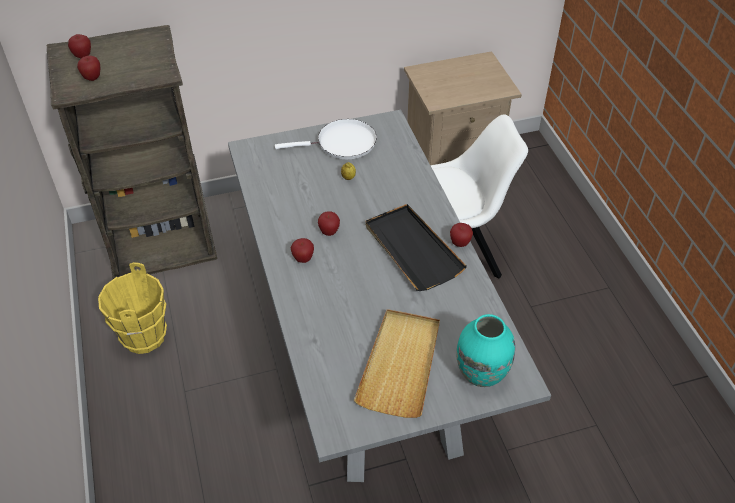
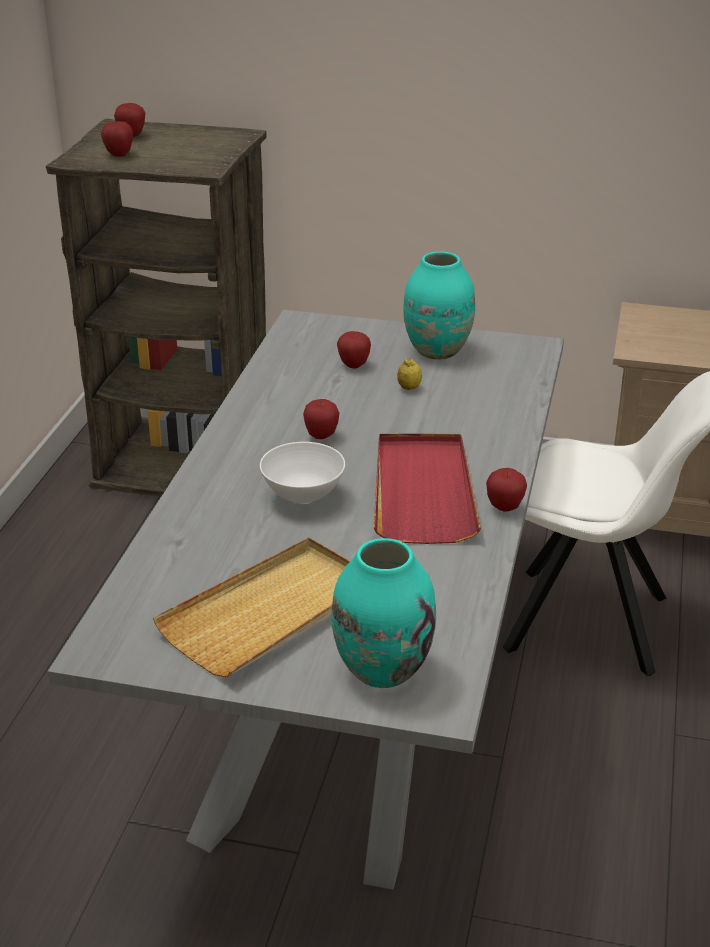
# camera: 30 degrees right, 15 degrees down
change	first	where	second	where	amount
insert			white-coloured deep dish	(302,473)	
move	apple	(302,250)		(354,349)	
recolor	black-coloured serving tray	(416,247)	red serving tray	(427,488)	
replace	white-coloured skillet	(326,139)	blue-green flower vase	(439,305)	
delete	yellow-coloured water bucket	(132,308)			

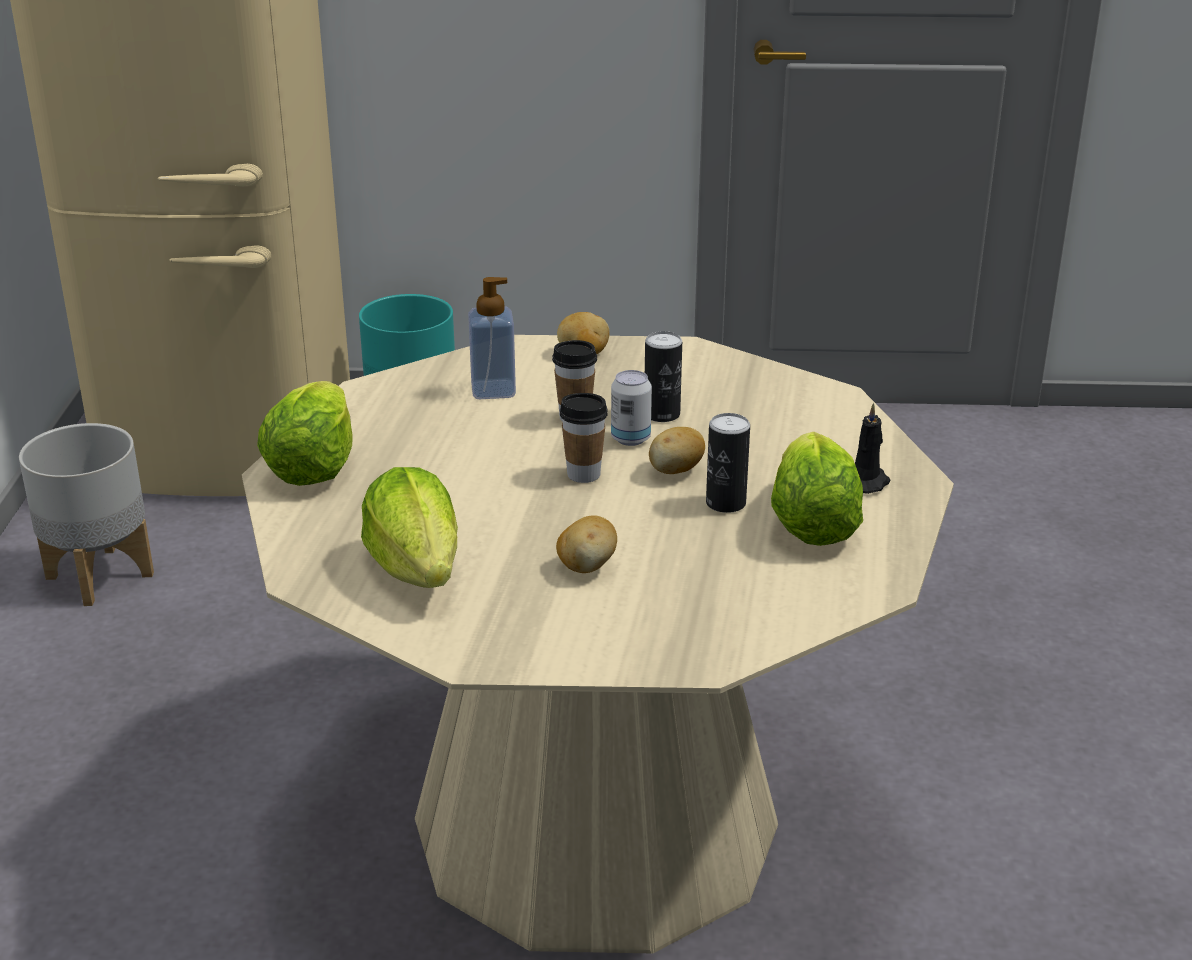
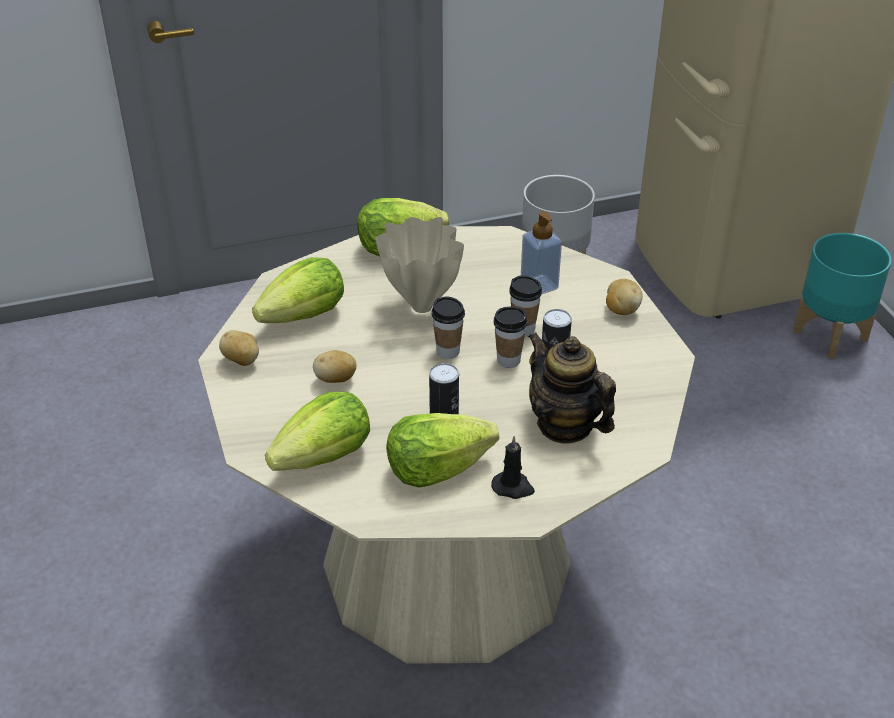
# camera: 70 degrees right, 10 degrees up
change	first	where	second	where	amount
move	spud	(677,450)		(239,348)	
insert			lettuce head	(317,431)	
insert			beige-coloured flower vase	(419,265)	
replace	metal can	(631,408)	small cup	(511,337)	
insert			pot for tea	(572,388)	

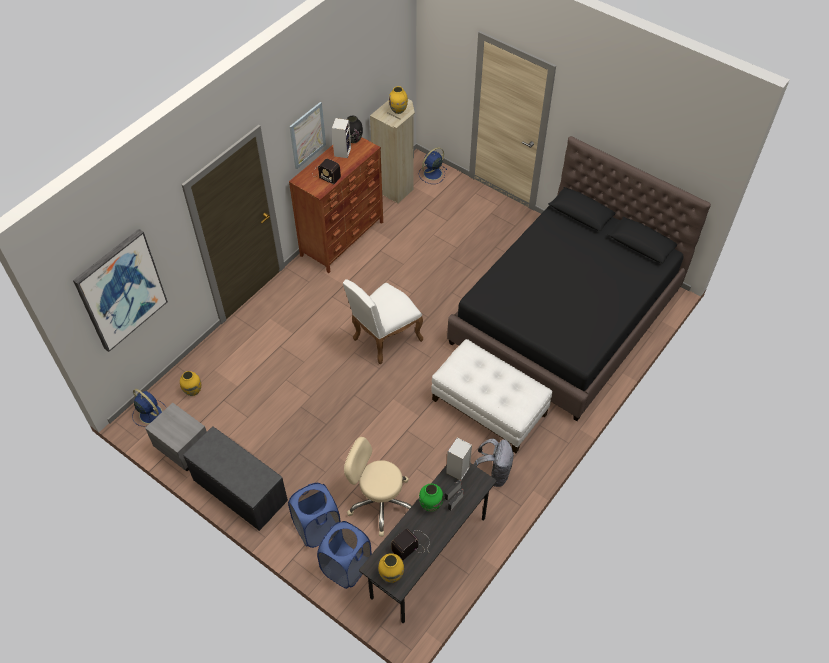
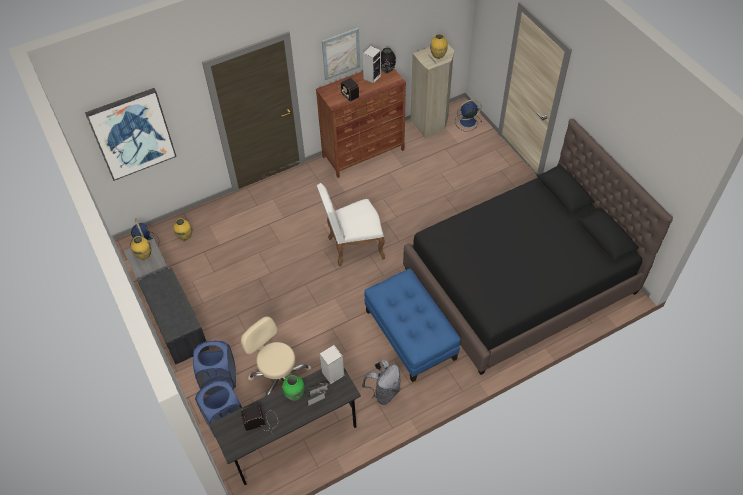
# camera: 25 degrees right, 0 degrees up
change	first	where	second	where	amount
move	yellow-coloured flower vase	(391,568)		(141,248)	
recolor	white-coloured ottoman	(491,396)	blue ottoman	(412,325)	

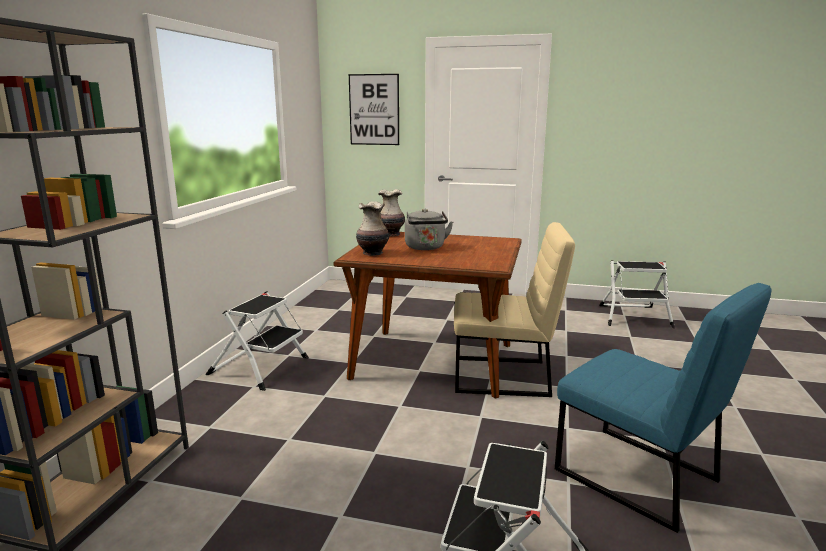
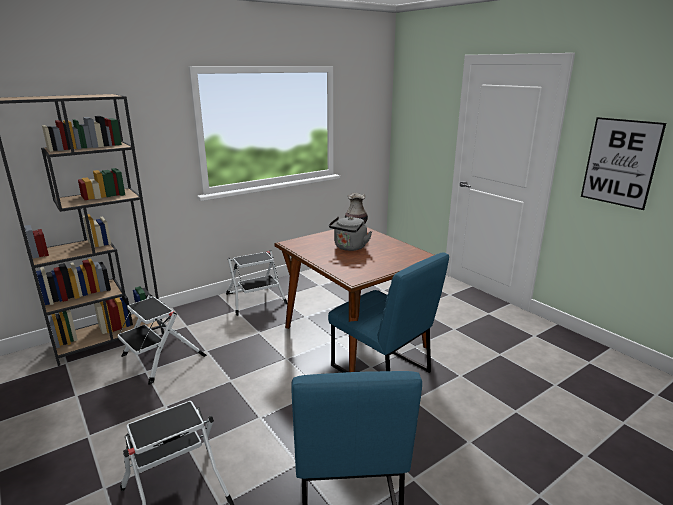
# camera: 40 degrees right, 5 degrees up
change	first	where	second	where	amount
move	step ladder	(637,294)		(162,339)	
recolor	beige-coloured plain chair	(514,309)	blue plain chair	(388,312)	
move	wall picture	(374,109)		(623,163)	
delete	flower vase	(372,228)			

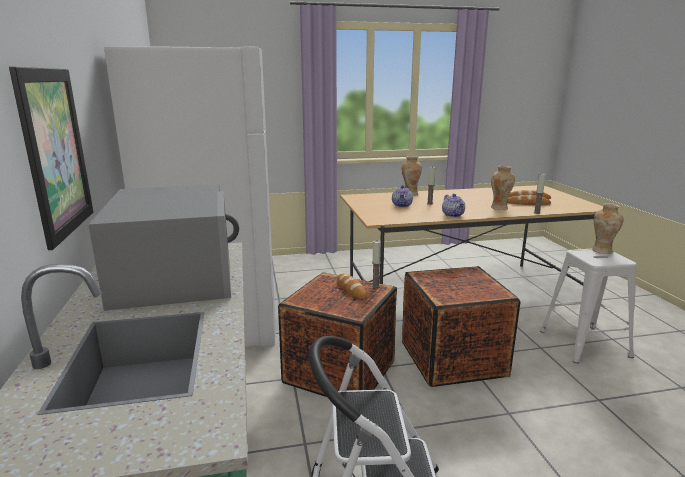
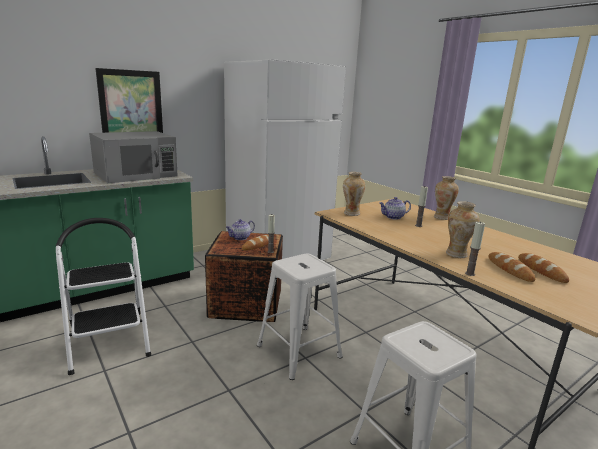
# camera: 65 degrees right, 0 degrees up
change	first	where	second	where	amount
move	pot for tea	(453,205)		(240,229)	
replace	packing crate	(461,326)	white-coloured stool	(300,317)	
move	flower vase	(607,228)		(354,194)	

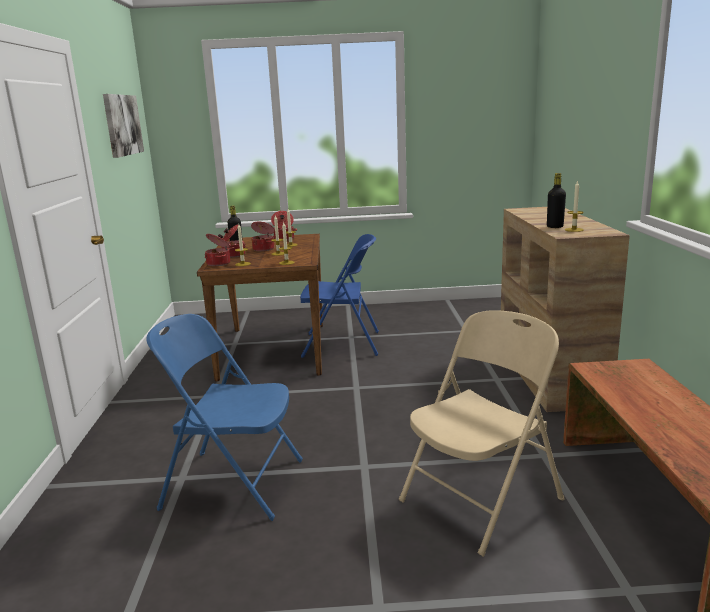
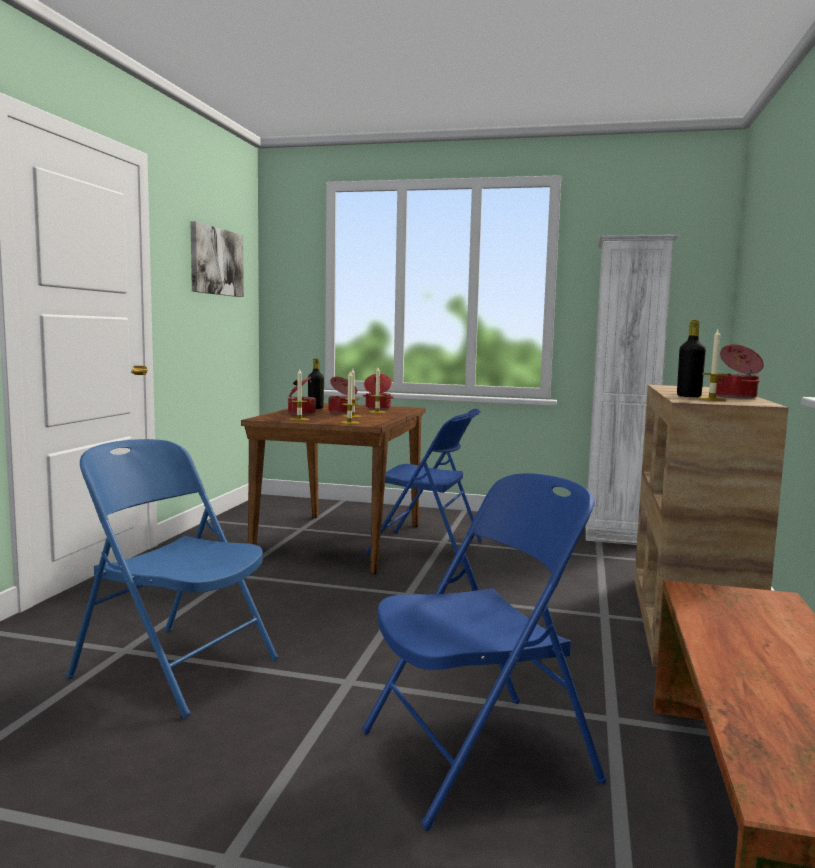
# camera: 15 degrees right, 10 degrees down
change	first	where	second	where	amount
recolor	beige-coloured plain chair	(481,433)	blue plain chair	(484,652)	
insert			white-coloured storage cabinet	(632,390)	
move	saucepot	(217,250)		(740,371)	

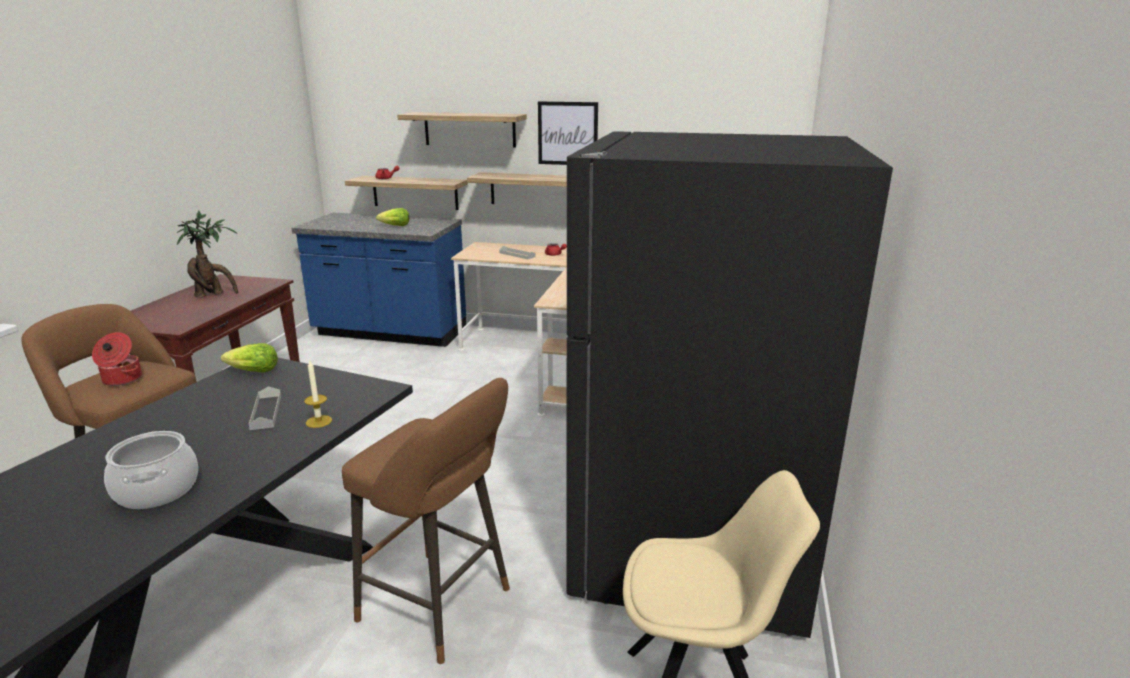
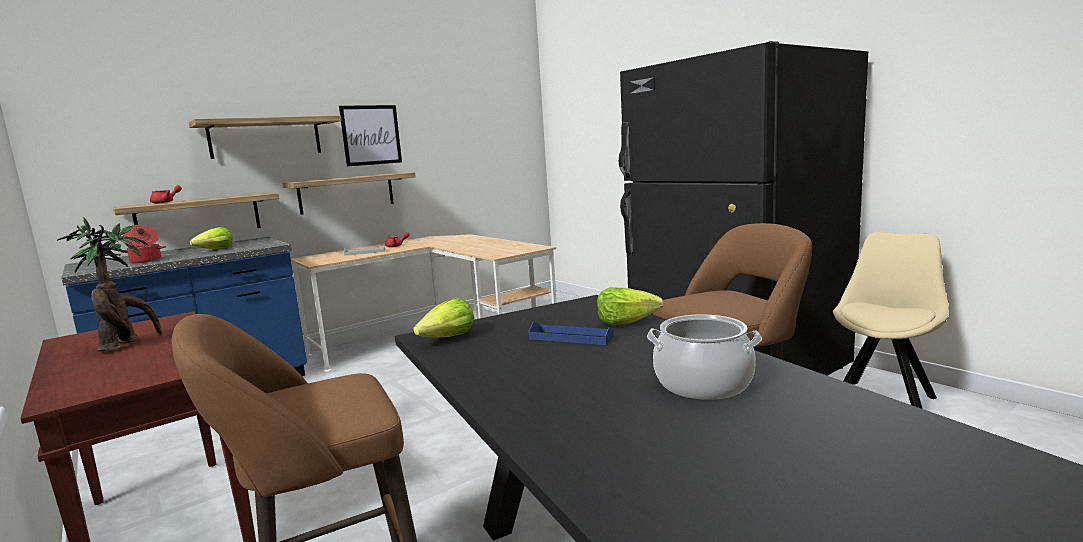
# camera: 50 degrees left, 10 degrees down
change	first	where	second	where	amount
move	saucepot	(117,359)		(143,244)	
recolor	gray serving tray	(264,408)	blue serving tray	(571,333)	
replace	wax candle	(318,393)	lettuce head	(630,306)	

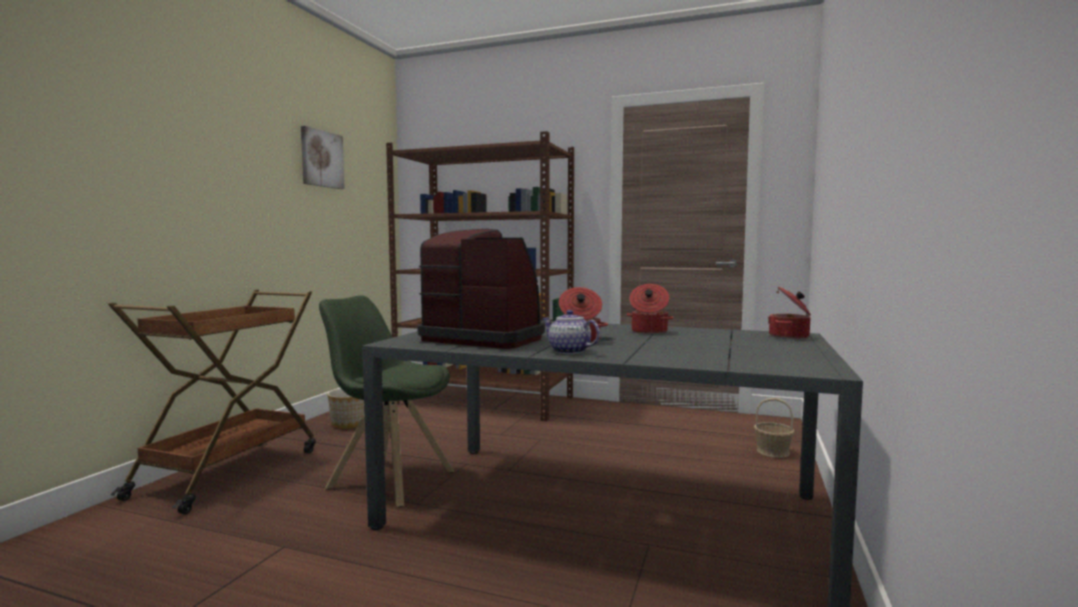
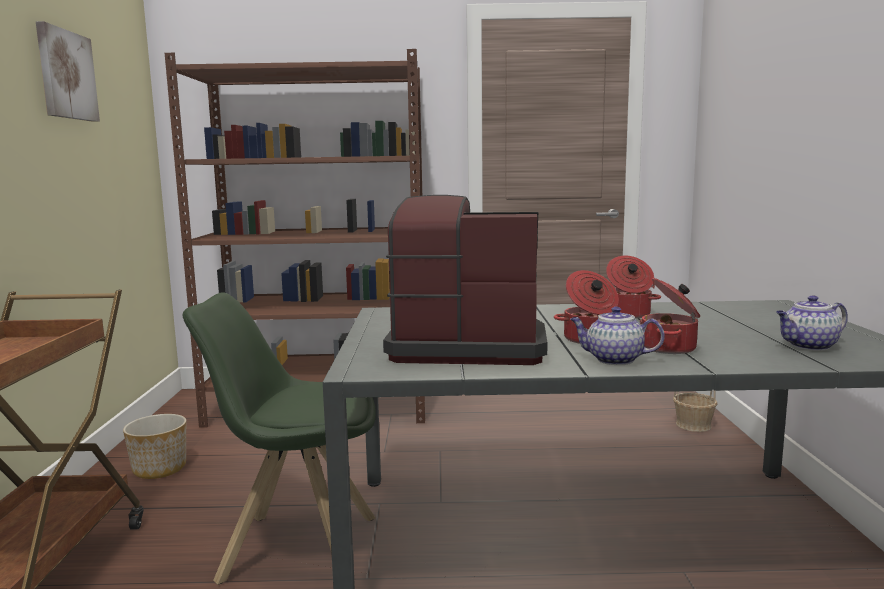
# camera: 20 degrees left, 5 degrees up
change	first	where	second	where	amount
move	saucepot	(789,312)		(670,316)	
insert			pot for tea	(812,323)	

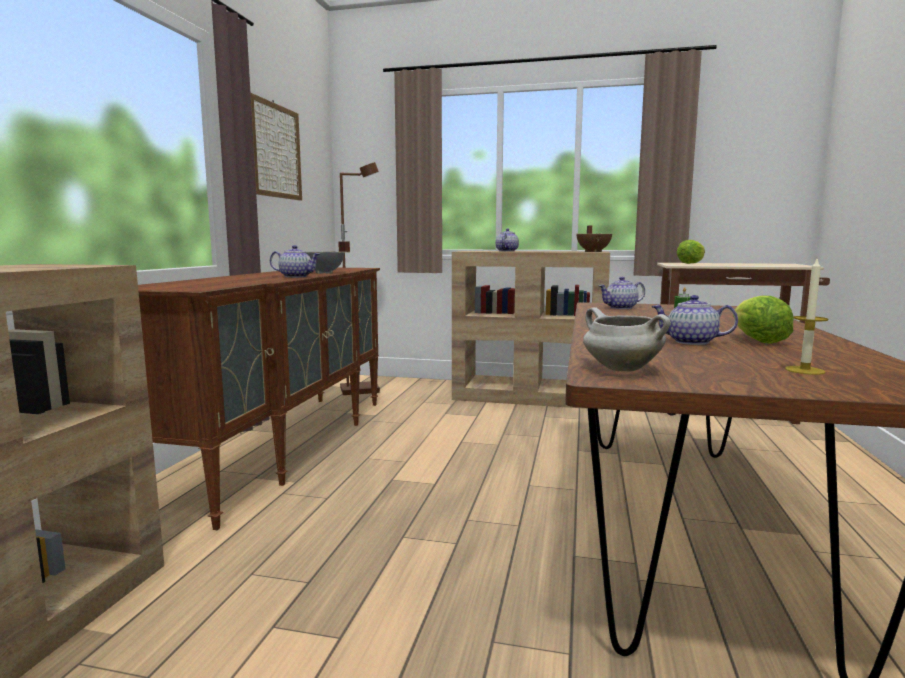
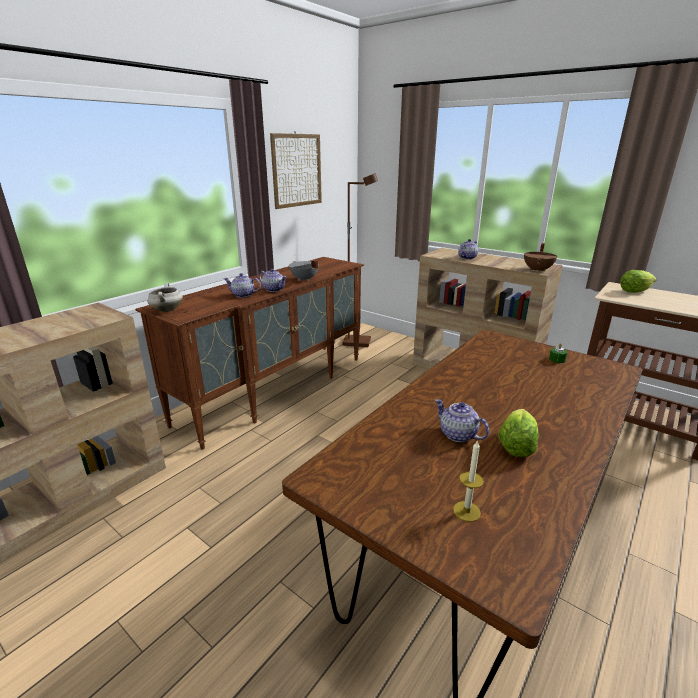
# camera: 25 degrees right, 15 degrees up
change	first	where	second	where	amount
move	white-coloured saucepot	(626,339)		(165,297)	
move	pot for tea	(621,293)		(242,285)	

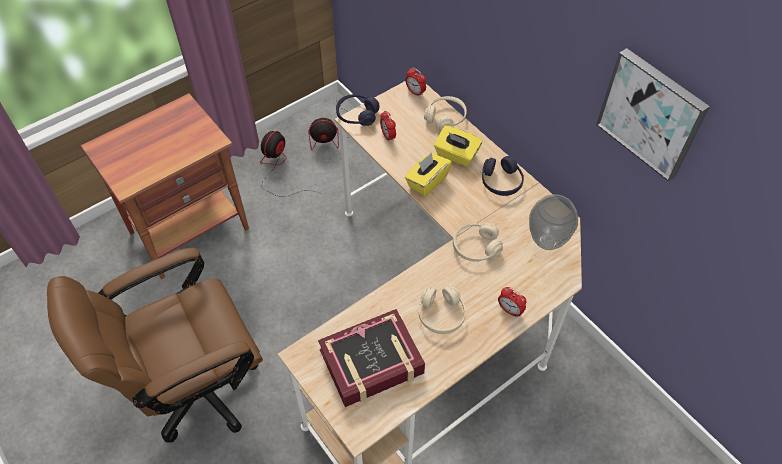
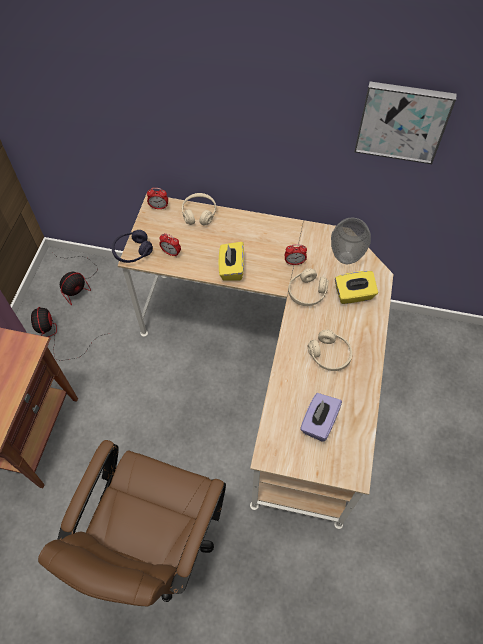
# camera: 40 degrees left, 5 degrees up
change	first	where	second	where	amount
move	bedside clock	(512,302)		(296,254)	
replace	book	(371,358)	purple tissue box	(321,417)	
move	yellow-coloured tissue box	(458,146)		(356,287)	
delete	purple headset	(503,176)			

